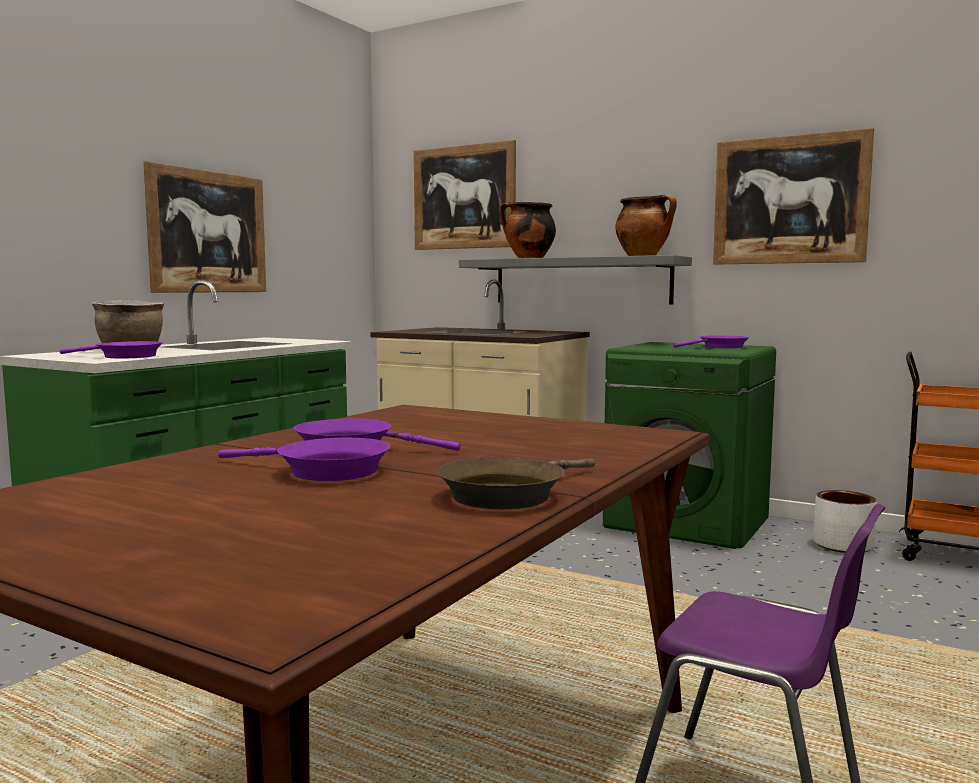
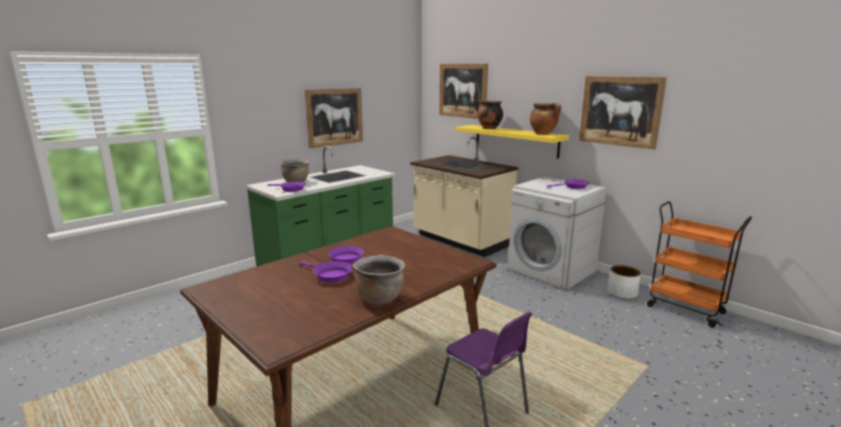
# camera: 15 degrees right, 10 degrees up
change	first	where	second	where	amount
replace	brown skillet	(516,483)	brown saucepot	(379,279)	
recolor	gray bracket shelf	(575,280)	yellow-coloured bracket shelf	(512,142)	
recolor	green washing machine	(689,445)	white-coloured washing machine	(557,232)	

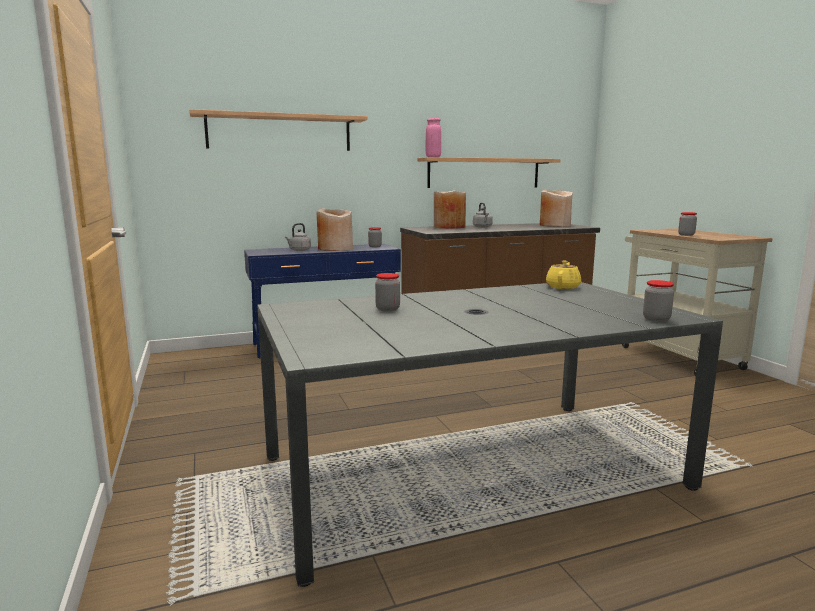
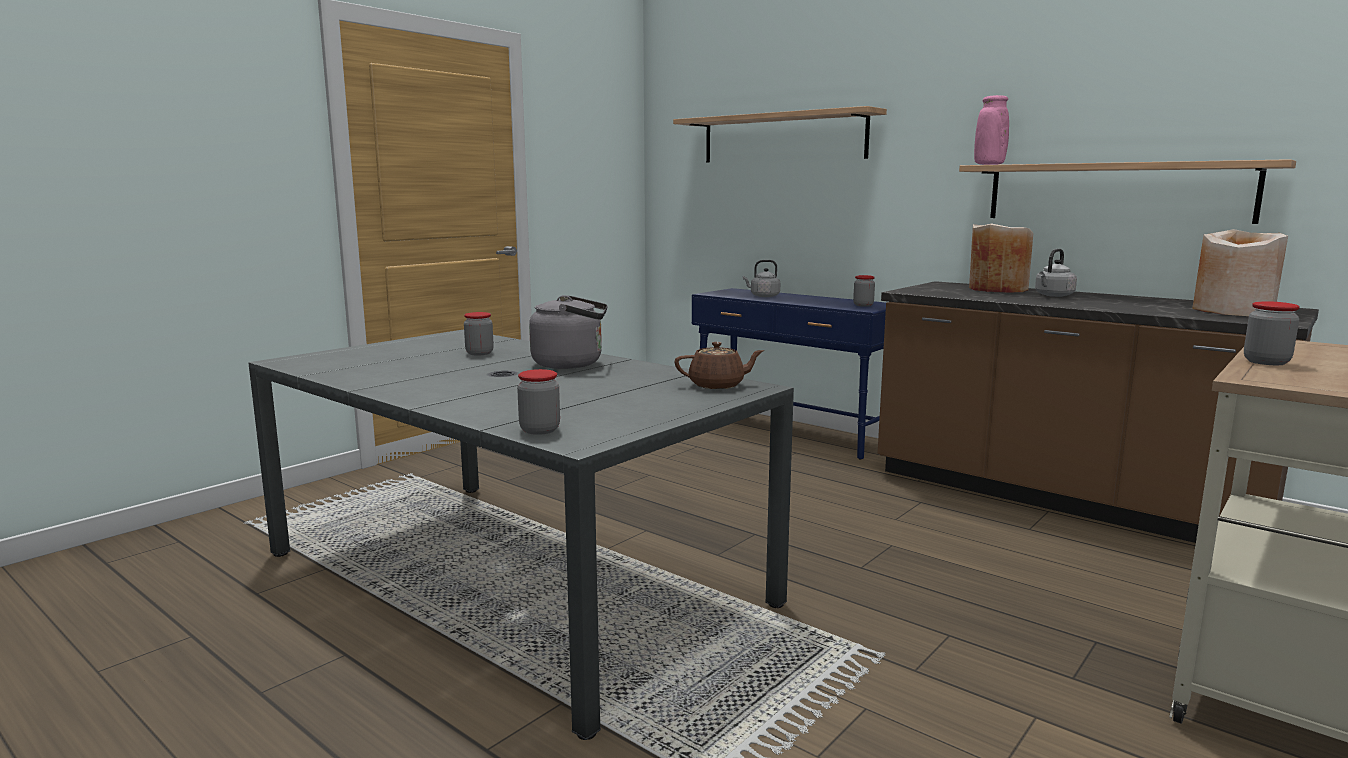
# camera: 60 degrees right, 0 degrees up
change	first	where	second	where	amount
insert			gray tea kettle	(568,332)	
recolor	yellow-coloured pot for tea	(563,275)	brown pot for tea	(719,365)	
delete	beige-coloured flower vase	(334,229)			

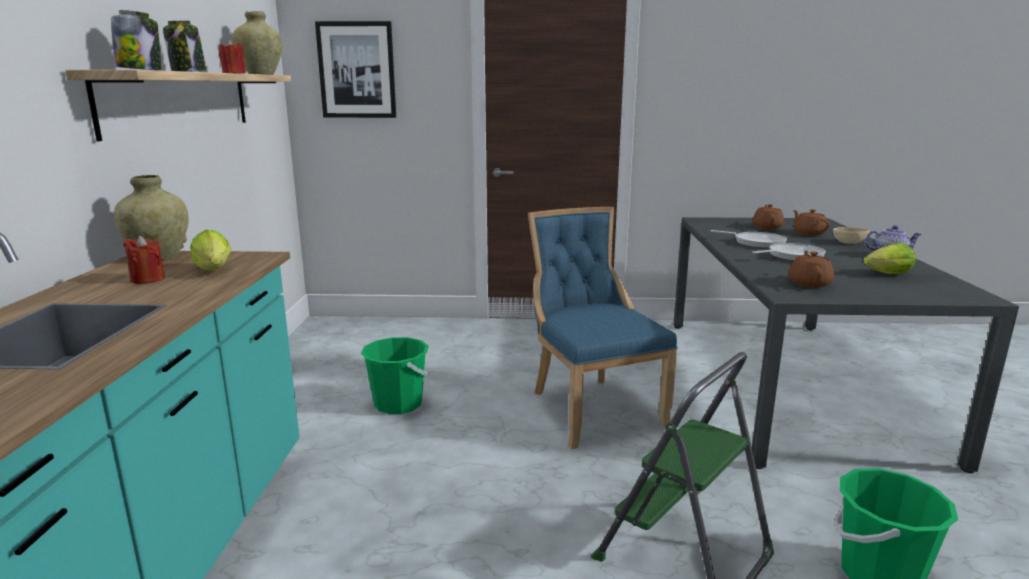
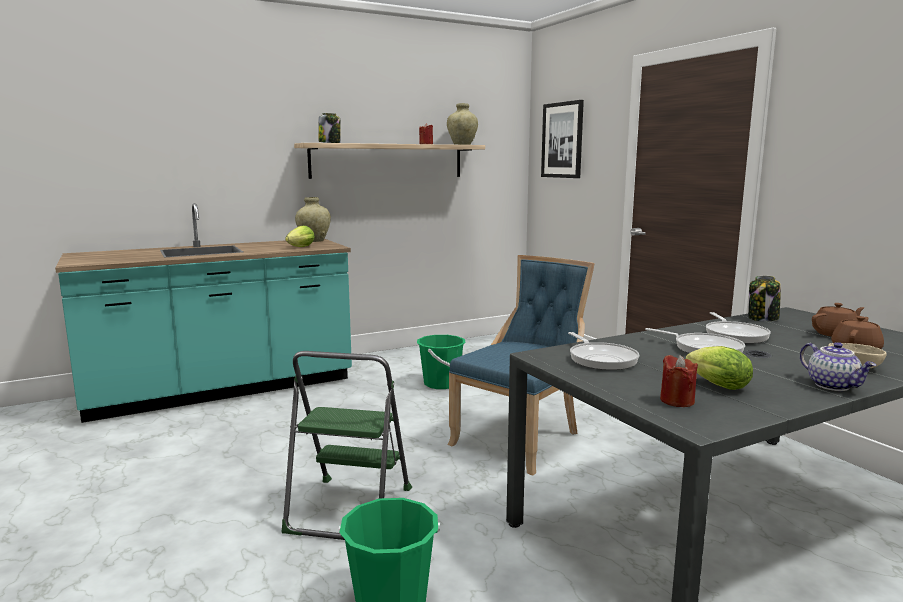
# camera: 60 degrees right, 5 degrees down
change	first	where	second	where	amount
replace	brown pot for tea	(811,269)	skillet	(604,351)	
move	red wax candle	(144,260)		(679,381)	
move	jar	(184,46)		(764,299)	

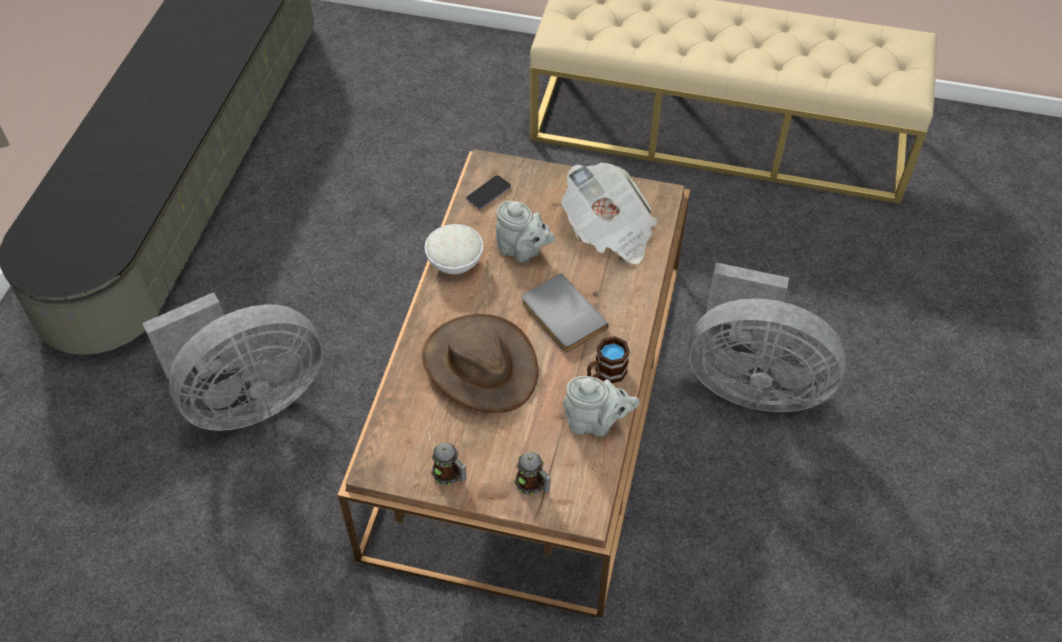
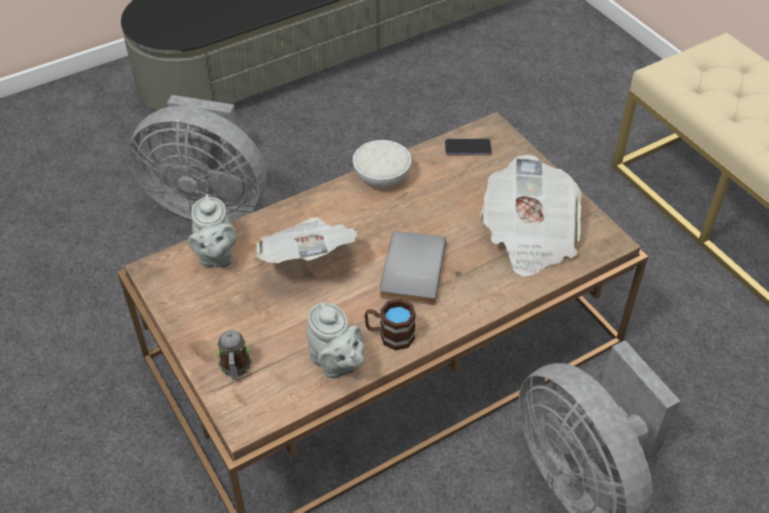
# camera: 45 degrees right, 5 degrees down
change	first	where	second	where	amount
move	gray pot for tea	(525,231)		(212,231)	
replace	brown wearable hat	(480,363)	newspaper	(307,240)	
delete	tea mug	(449,464)			

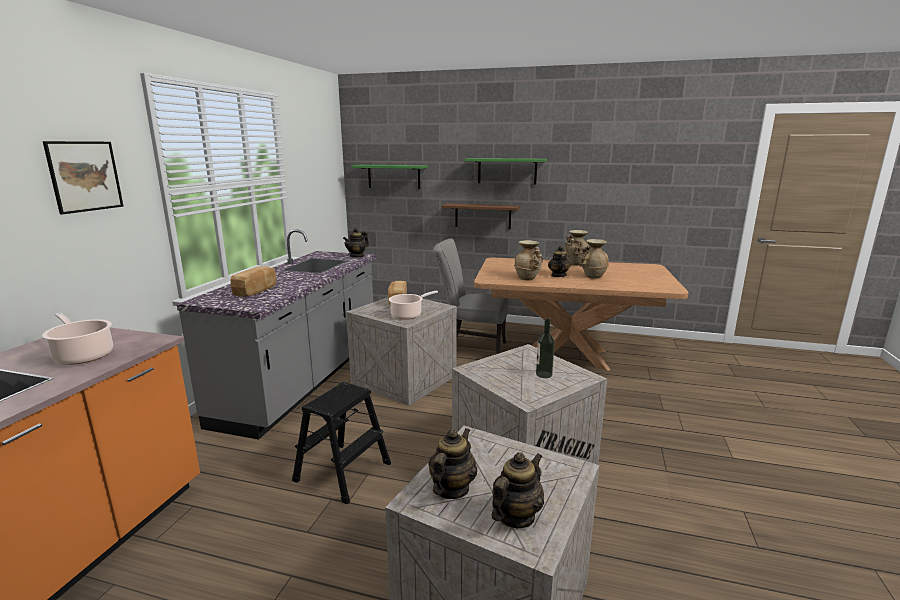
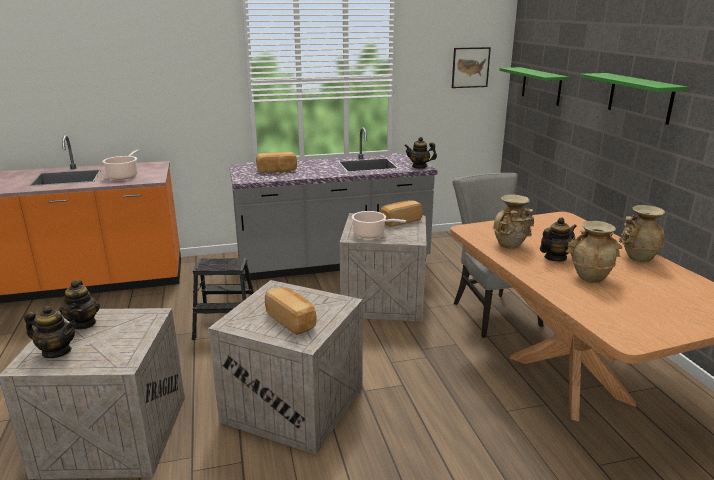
# camera: 60 degrees right, 5 degrees up
change	first	where	second	where	amount
rotate	pot for tea	(453,463)		(79,305)	75 degrees clockwise
replace	bottle	(545,348)	bread	(291,311)	
move	wall picture	(83,177)		(471,67)	
delete	brown bracket shelf	(481,216)			

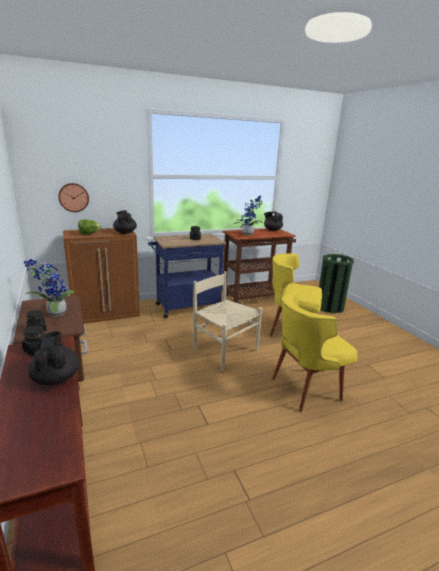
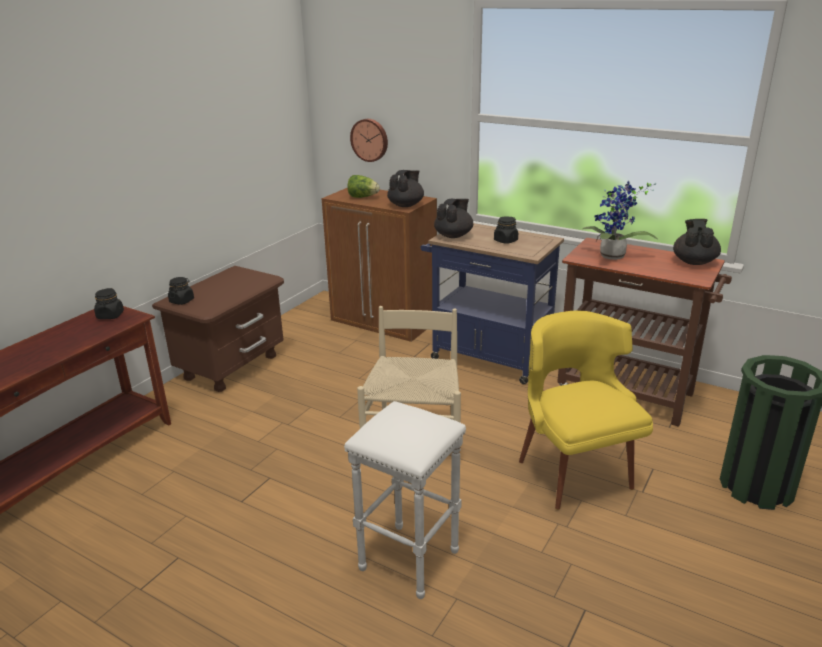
# camera: 55 degrees right, 5 degrees up
change	first	where	second	where	amount
replace	yellow-coloured plain chair	(315,351)	white-coloured stool	(405,500)	
move	black-coloured pot for tea	(54,358)		(453,218)	
delete	potted plant	(49,288)			

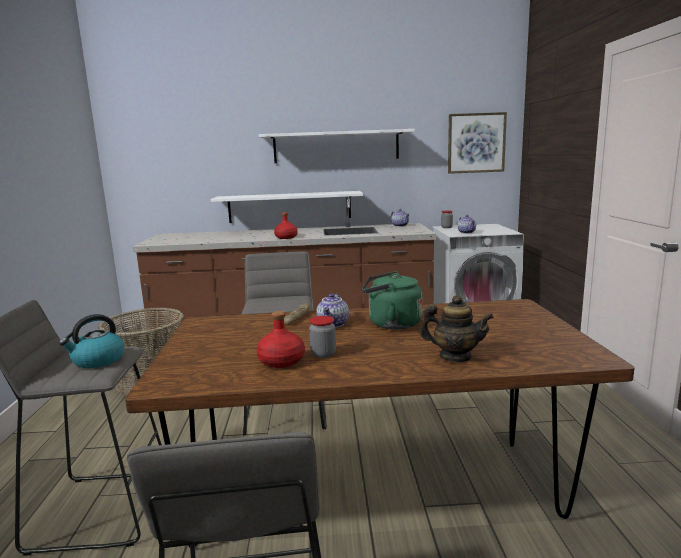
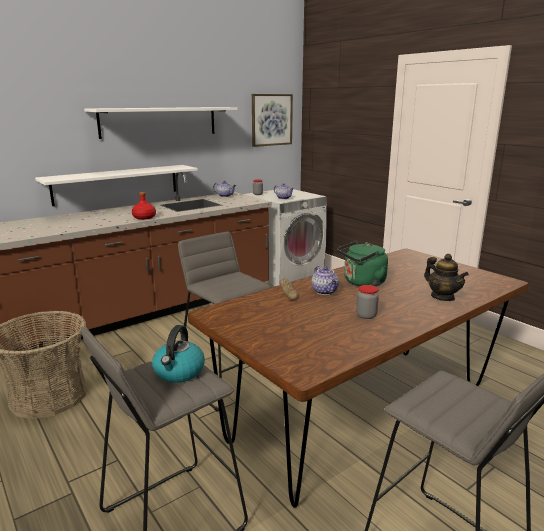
# camera: 35 degrees left, 5 degrees up
change	first	where	second	where	amount
rotate	pot for tea	(457,328)		(446,277)	75 degrees clockwise
delete	red bottle	(281,339)			

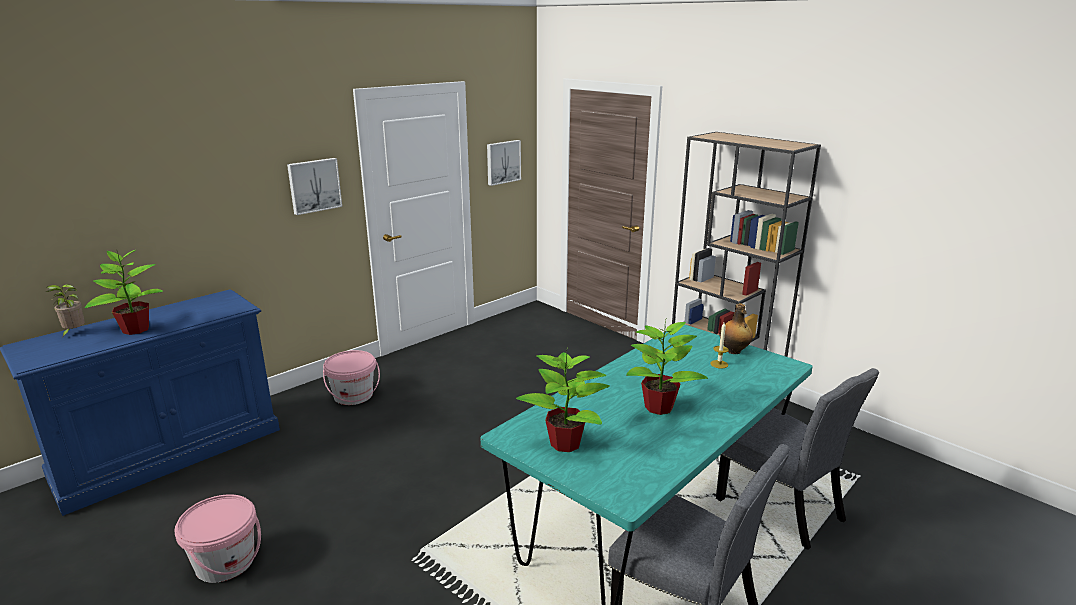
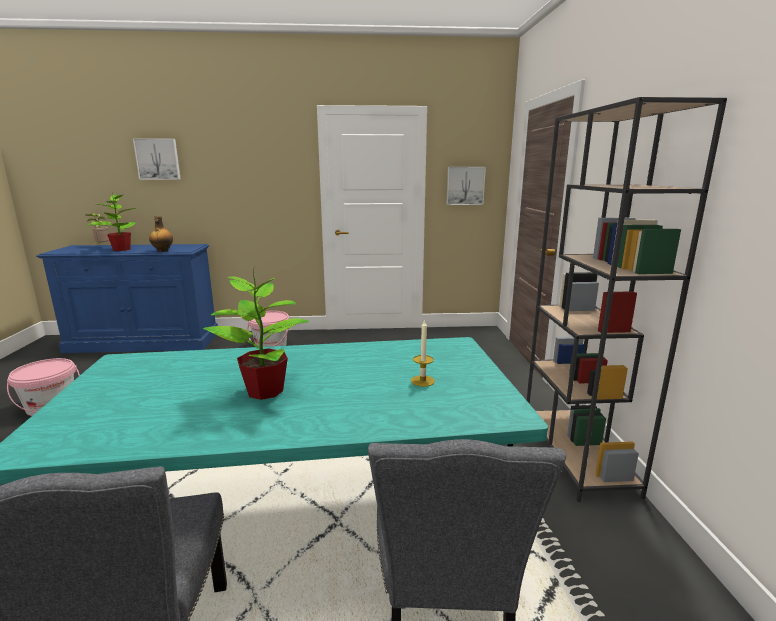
# camera: 40 degrees right, 5 degrees down
change	first	where	second	where	amount
move	wall picture	(314,186)		(157,159)	
move	bottle	(736,328)		(161,234)	
delete	potted plant	(563,401)			

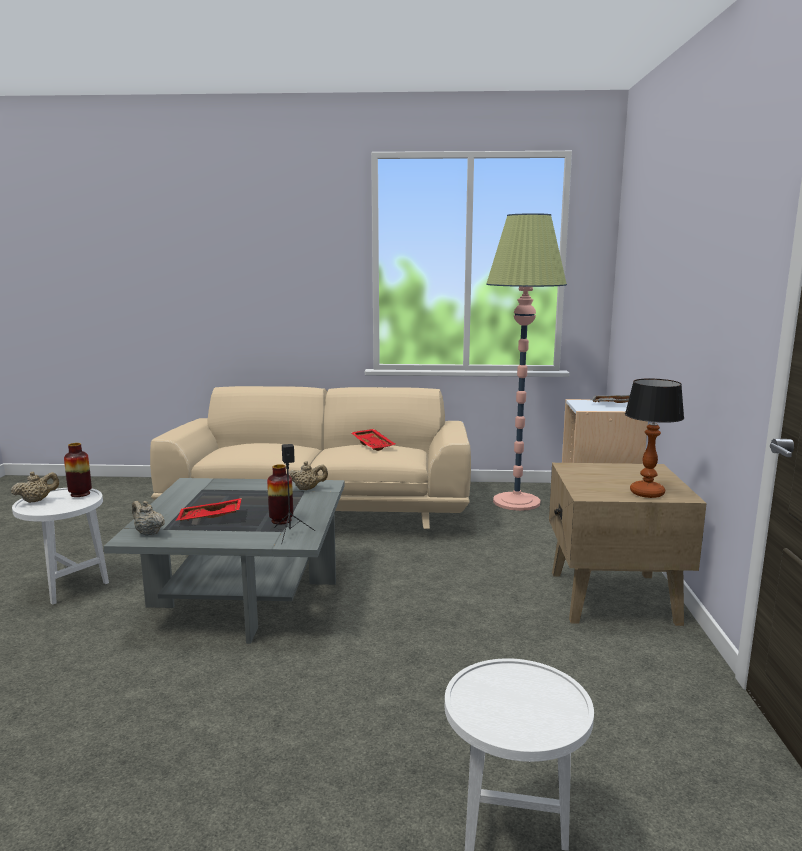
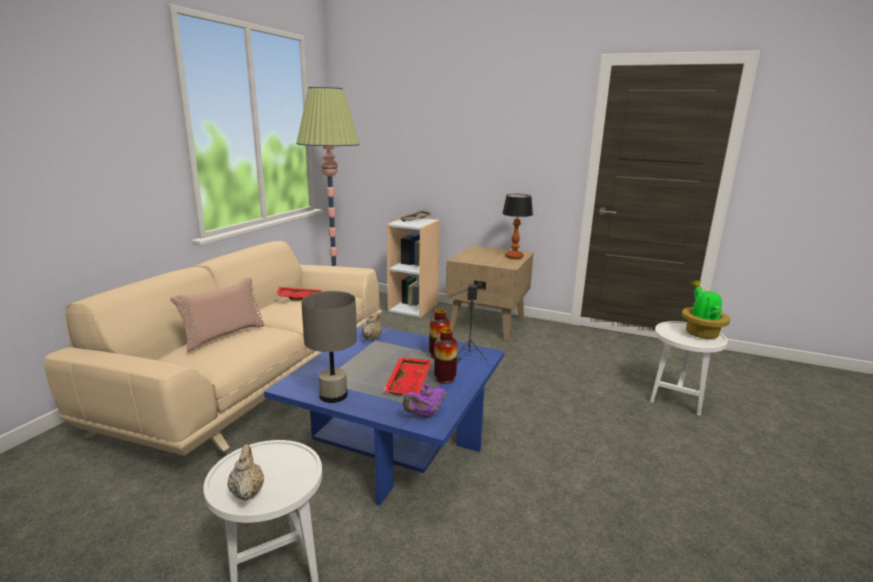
# camera: 70 degrees left, 5 degrees up
change	first	where	second	where	amount
insert			beige-coloured cushion	(217,314)	
recolor	gray low table	(224,561)	blue low table	(384,415)	
insert			gray table lamp	(329,347)	
recolor	beige-coloured pot for tea	(148,518)	purple pot for tea	(425,400)	
move	flower vase	(78,470)		(446,356)	
insert			potted plant	(705,309)	

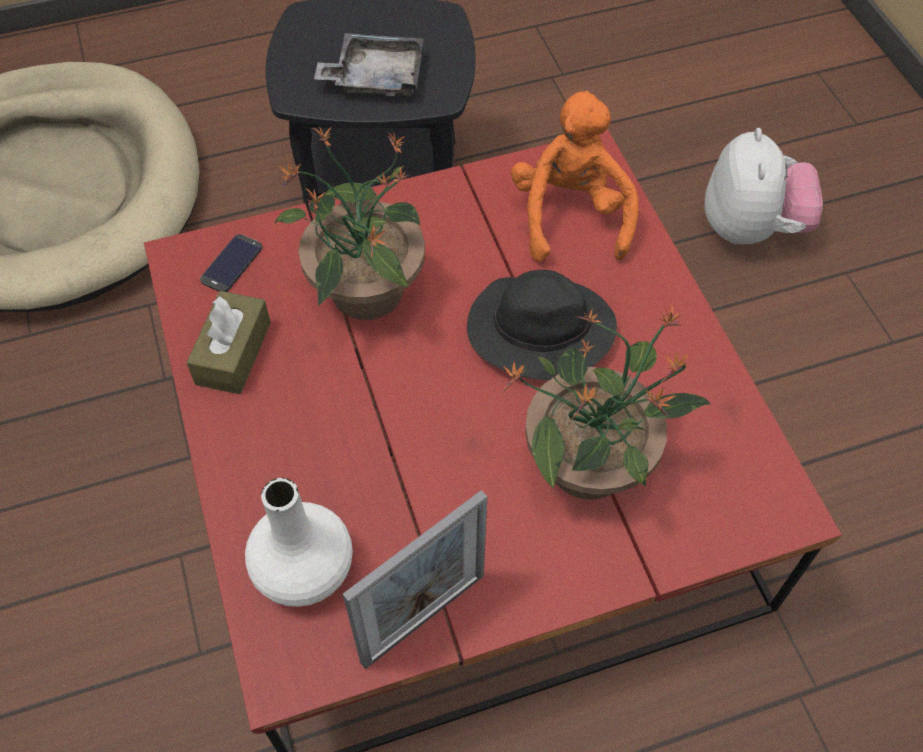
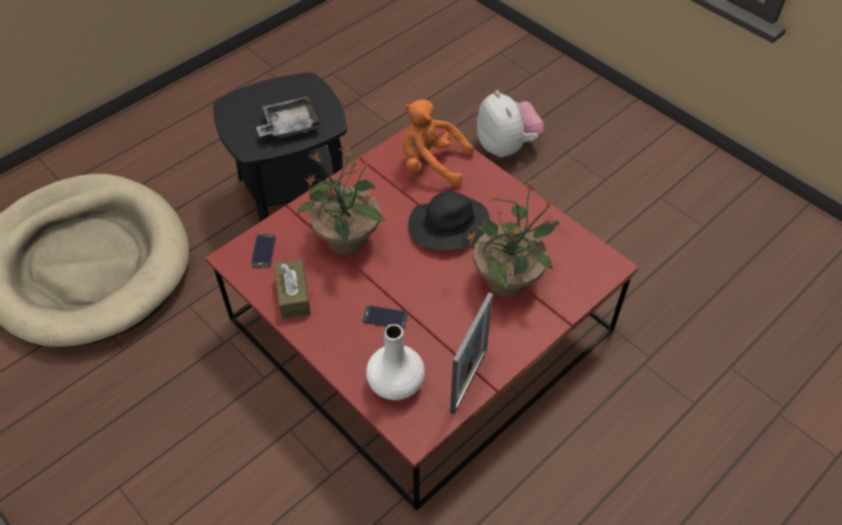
# camera: 25 degrees left, 5 degrees down
change	first	where	second	where	amount
insert			phone	(385,317)	
rotate	orange plush toy	(574,176)		(438,143)	45 degrees counterclockwise

